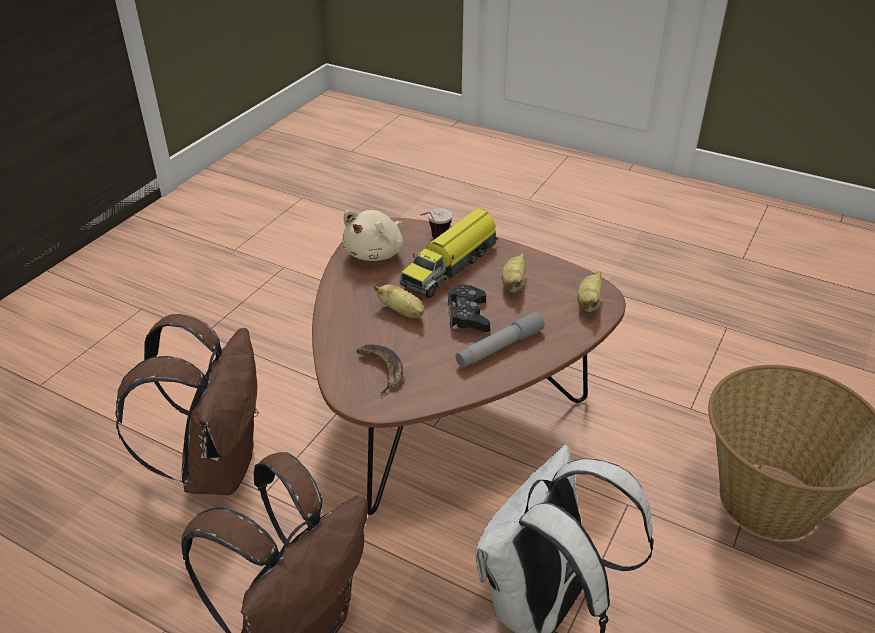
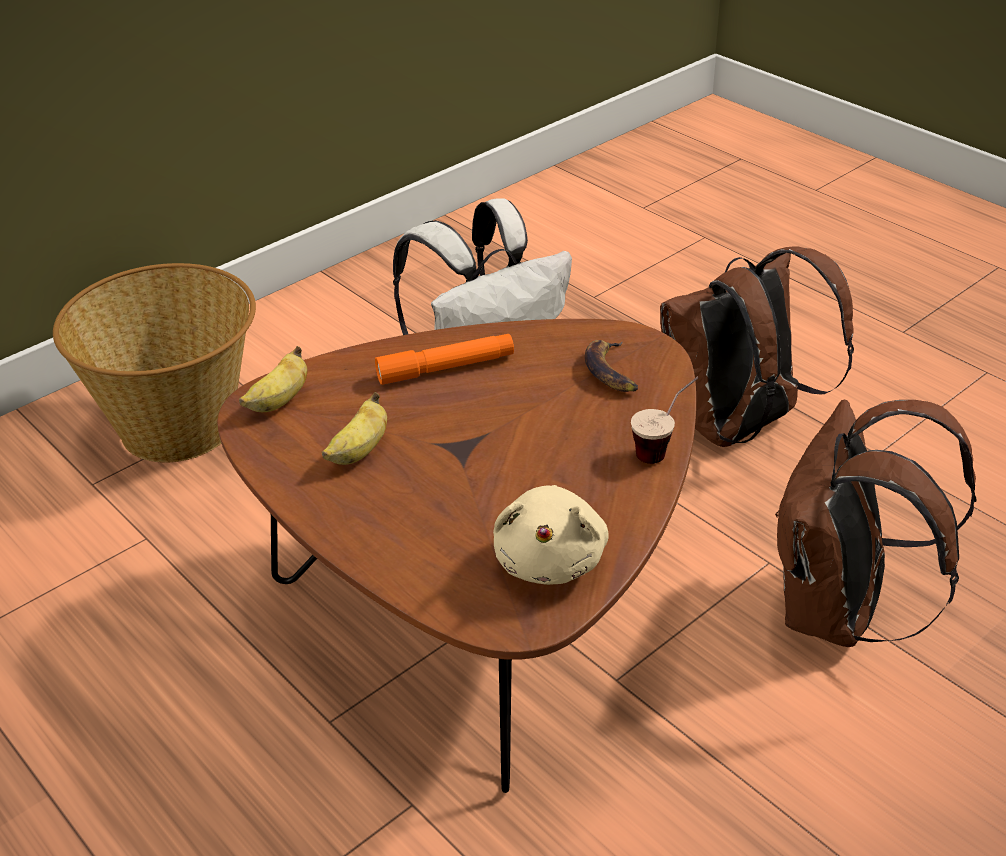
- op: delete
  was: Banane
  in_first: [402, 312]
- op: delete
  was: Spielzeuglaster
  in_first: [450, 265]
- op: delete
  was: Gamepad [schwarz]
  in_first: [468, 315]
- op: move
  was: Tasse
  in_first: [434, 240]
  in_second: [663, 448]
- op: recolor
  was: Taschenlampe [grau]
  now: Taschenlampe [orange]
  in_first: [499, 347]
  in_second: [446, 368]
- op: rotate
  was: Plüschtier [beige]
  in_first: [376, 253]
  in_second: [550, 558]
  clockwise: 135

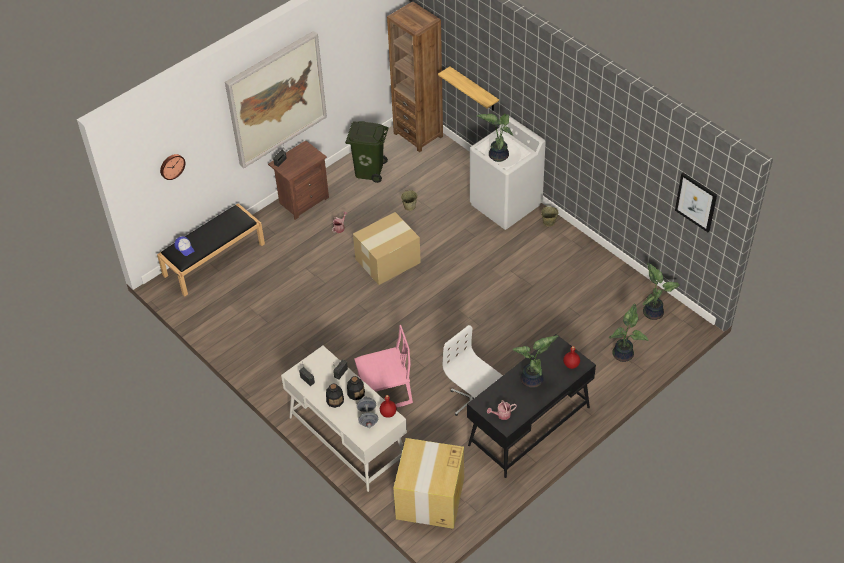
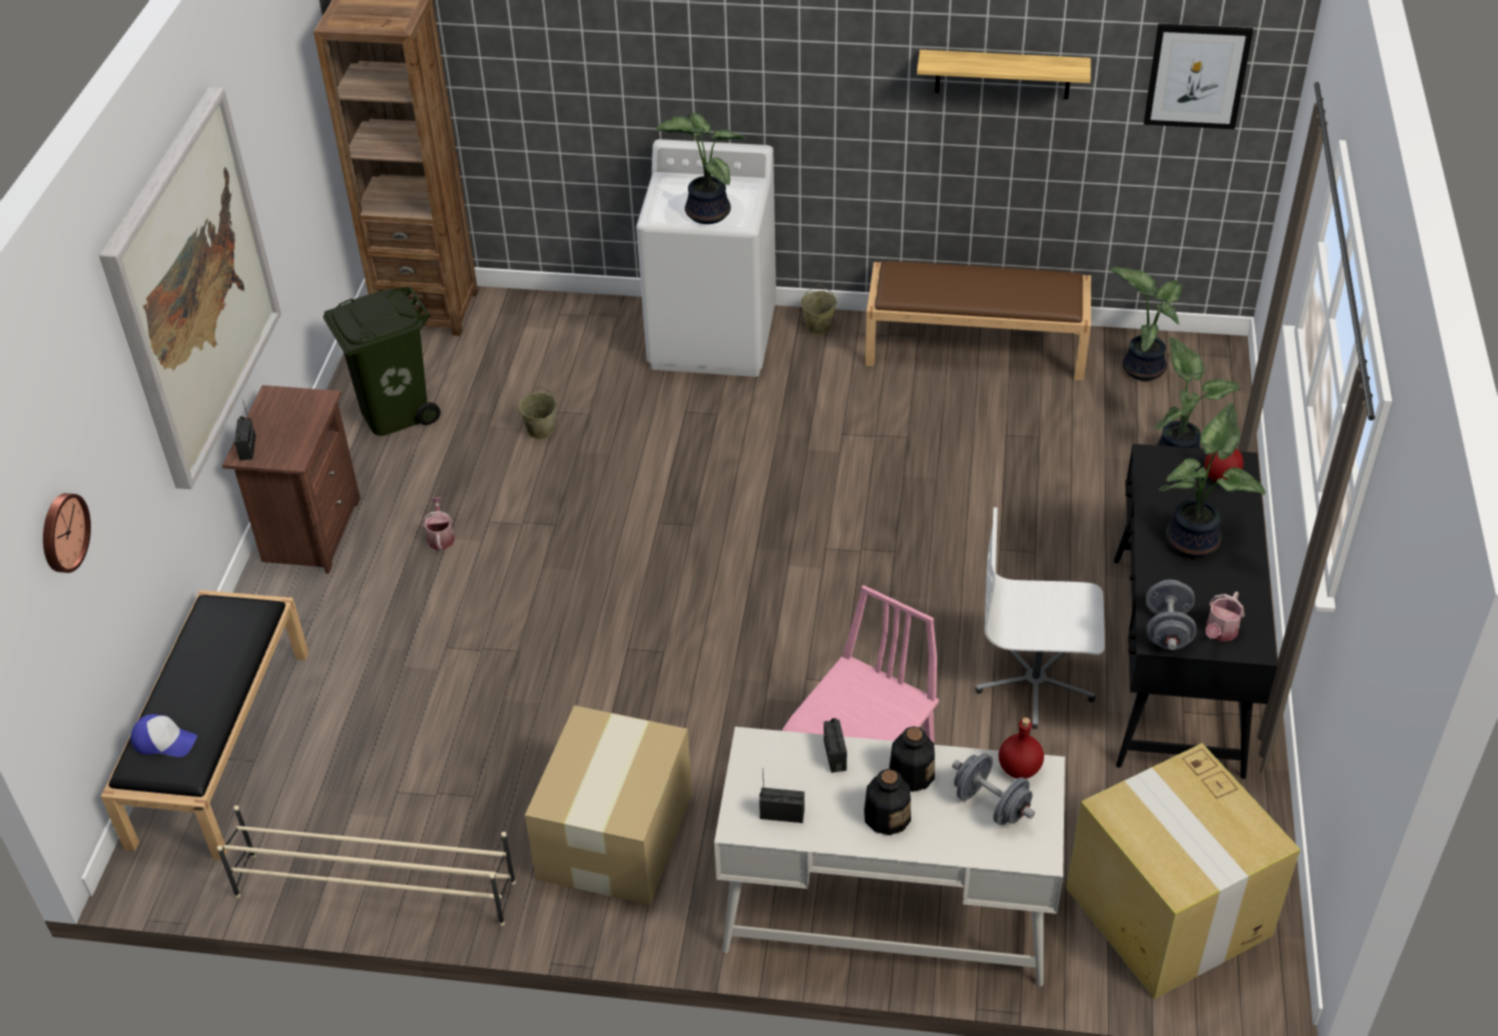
- op: insert
  now: Schuhregal [beige]
  in_second: [374, 888]
- op: insert
  now: Bank [braun]
  in_second: [976, 347]
- op: insert
  now: Hantel [grau]
  in_second: [1167, 630]
- op: move
  was: Karton
  in_first: [388, 260]
  in_second: [617, 834]
- op: move
  was: Wandregal
  in_first: [474, 90]
  in_second: [1003, 74]

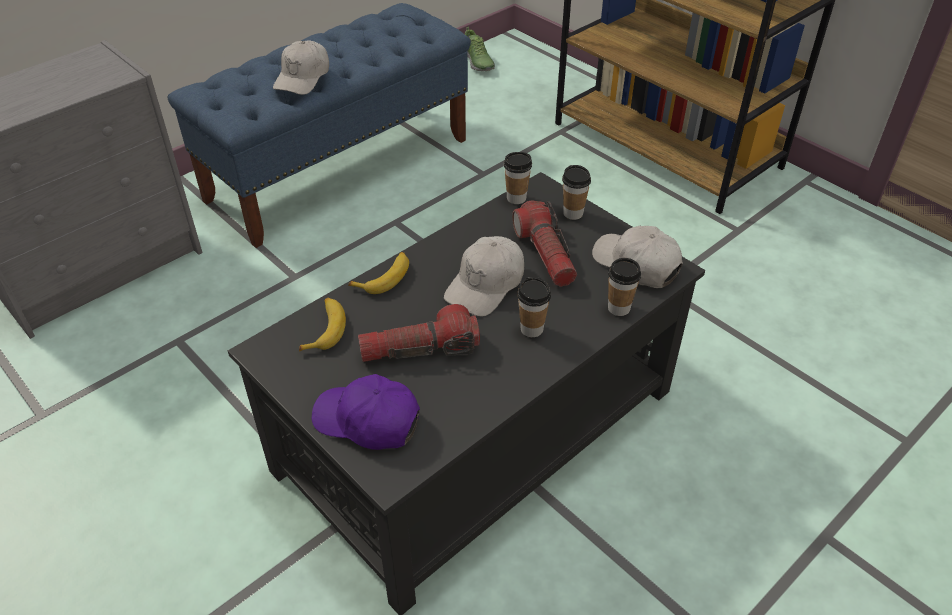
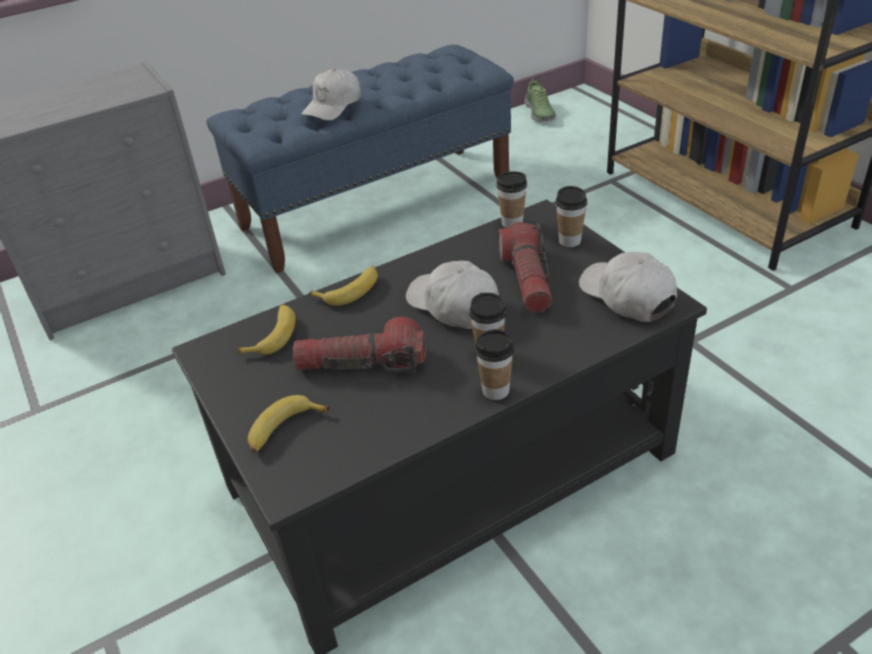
- op: move
  was: Tasse
  in_first: [619, 308]
  in_second: [495, 390]
- op: replace
  was: Kappe [lila]
  now: Banane
  in_first: [368, 421]
  in_second: [284, 430]
- op: rotate
  was: Kappe [weiß]
  in_first: [486, 285]
  in_second: [453, 305]
  clockwise: 90

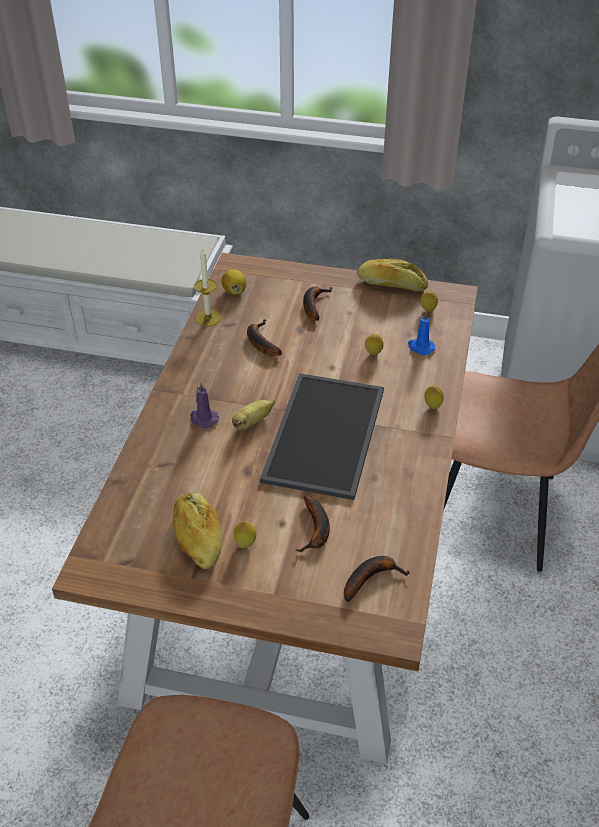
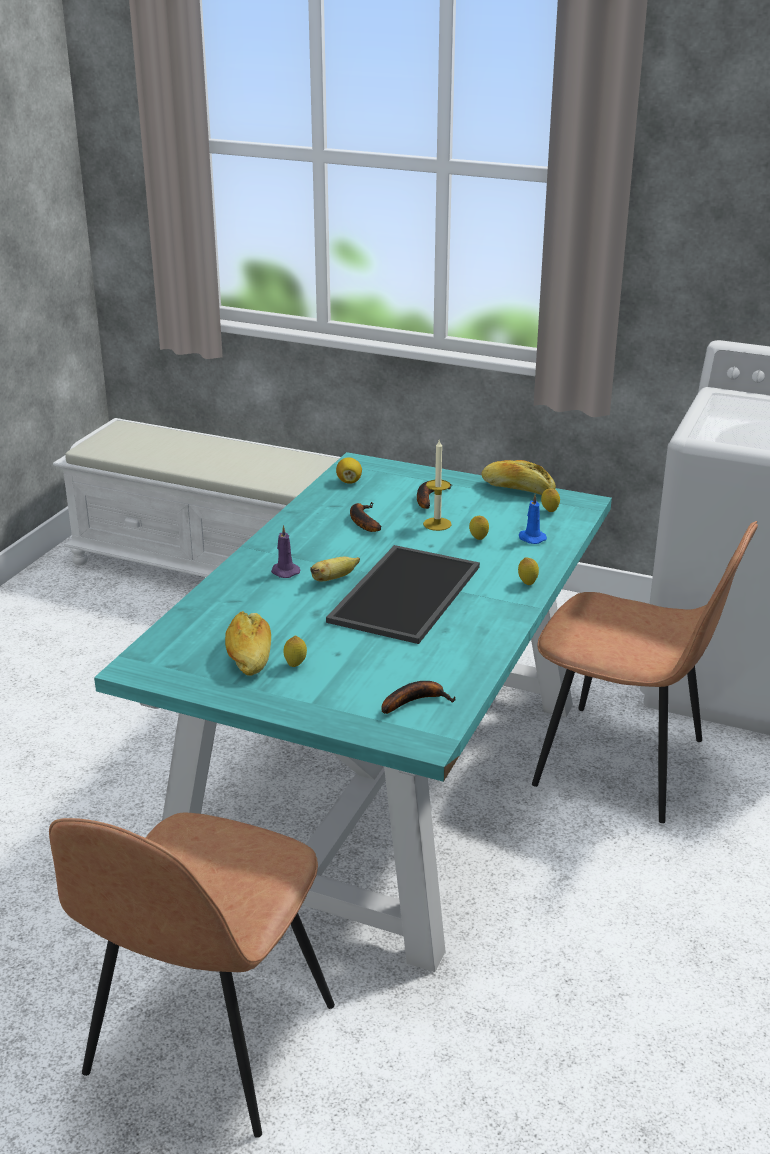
- op: delete
  was: Banane
  in_first: [316, 530]
- op: move
  was: Kerze
  in_first: [208, 318]
  in_second: [437, 524]
- op: recolor
  was: Esstisch [braun]
  now: Esstisch [türkis]
  in_first: [297, 562]
  in_second: [383, 784]

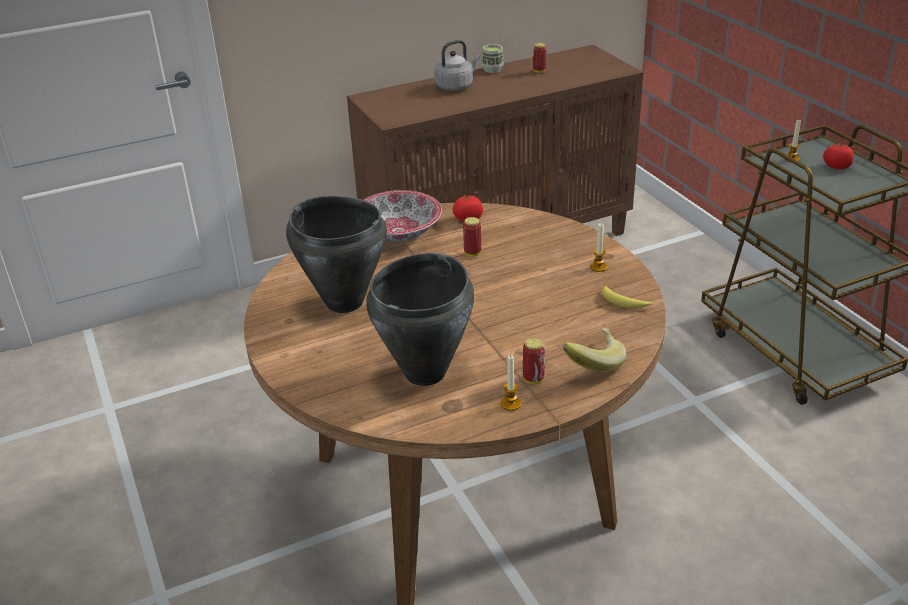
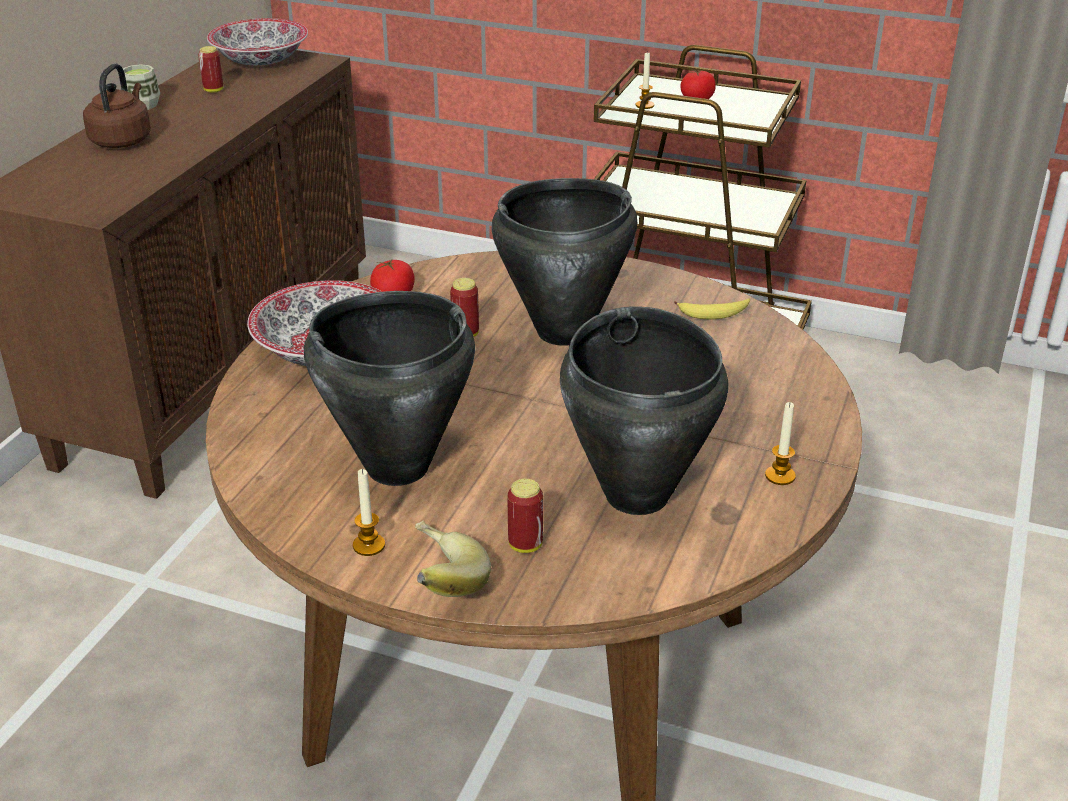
- op: insert
  now: Schüssel
  in_second: [260, 60]
- op: insert
  now: Kochtopf [schwarz]
  in_second: [564, 332]
- op: move
  was: Dose
  in_first: [533, 379]
  in_second: [525, 545]
- op: move
  was: Banane
  in_first: [592, 363]
  in_second: [438, 584]
- op: move
  was: Kerze
  in_first: [598, 267]
  in_second: [369, 545]
- op: recolor
  was: Wasserkessel [grau]
  now: Wasserkessel [braun]
  in_first: [456, 86]
  in_second: [122, 140]

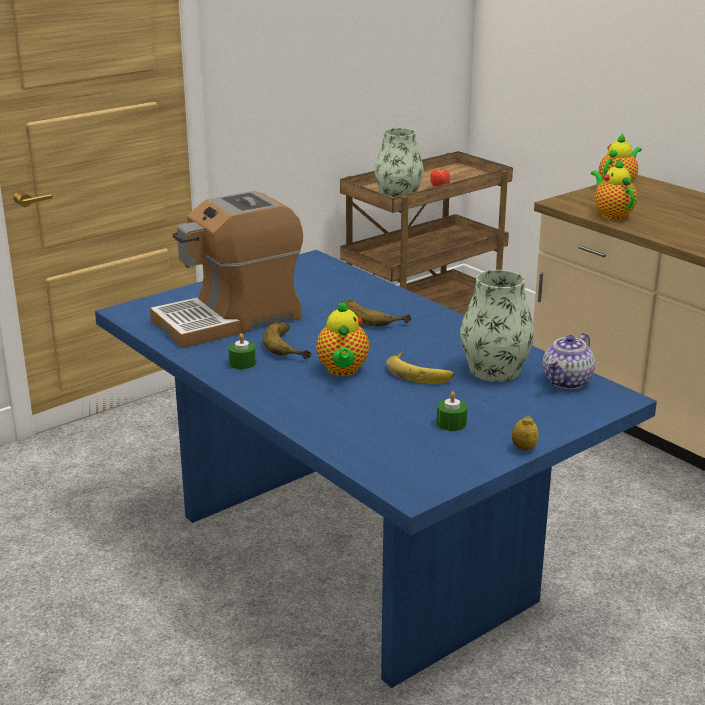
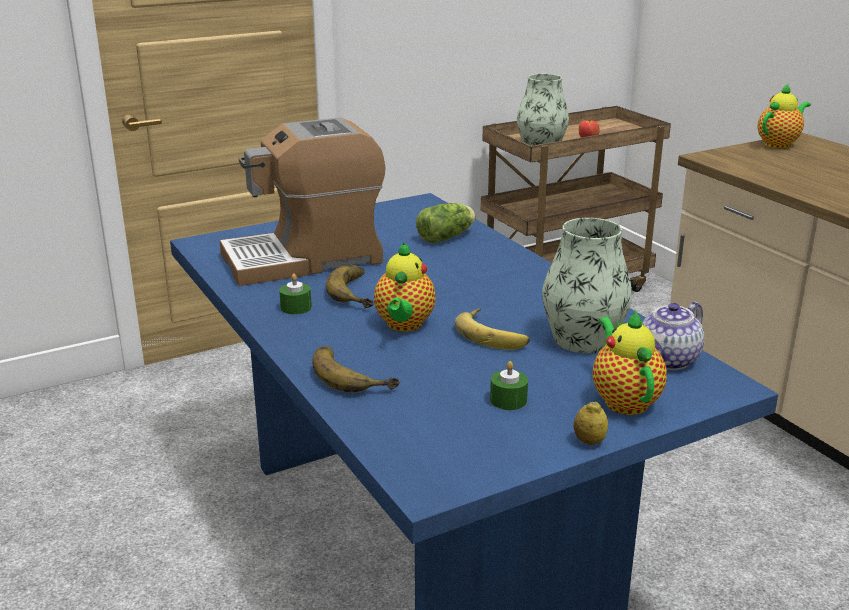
- op: insert
  now: Salatkopf
  in_second: [448, 237]
- op: move
  was: Banane
  in_first: [374, 316]
  in_second: [354, 374]
- op: move
  was: Teekanne
  in_first: [611, 215]
  in_second: [624, 400]

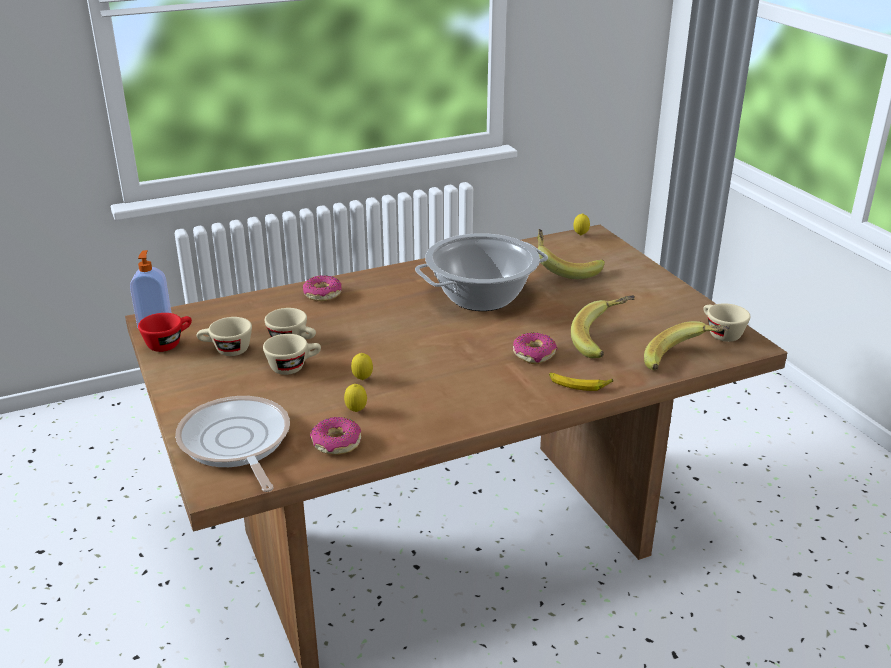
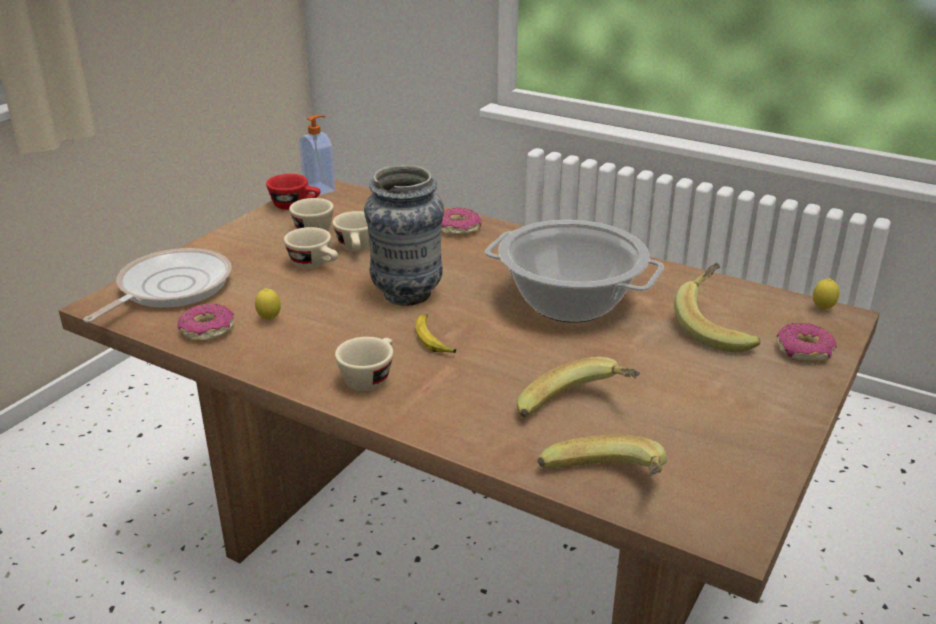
- op: delete
  was: Zitrone
  in_first: [362, 379]
- op: insert
  now: Vase
  in_second: [407, 295]
- op: move
  was: Donut
  in_first: [534, 354]
  in_second: [804, 351]
- op: move
  was: Banane
  in_first: [579, 384]
  in_second: [433, 339]
- op: move
  was: Tasse [beige]
  in_first: [720, 333]
  in_second: [370, 377]

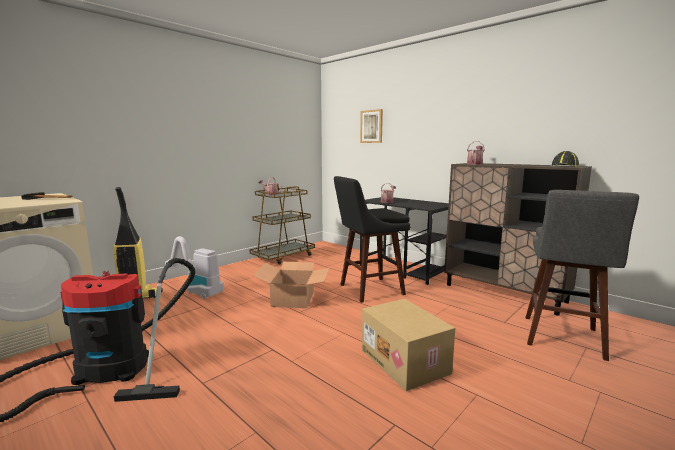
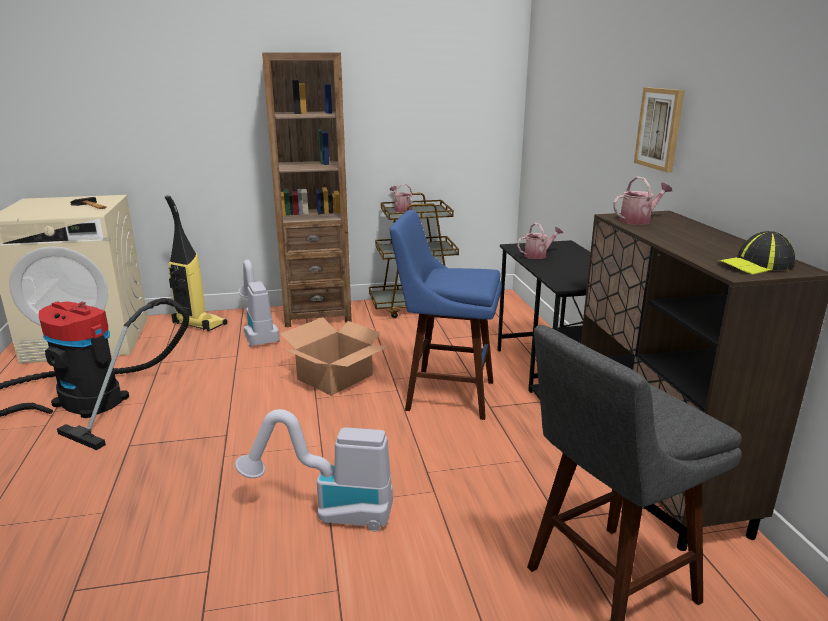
- op: insert
  now: Bücherregal [braun]
  in_second: [317, 314]
- op: move
  was: Bild
  in_first: [371, 126]
  in_second: [660, 128]
- op: replace
  was: Karton
  now: Staubsauger
  in_first: [405, 361]
  in_second: [329, 511]
- op: recolor
  was: Hocker [schwarz]
  now: Hocker [blau]
  in_first: [368, 290]
  in_second: [445, 395]

